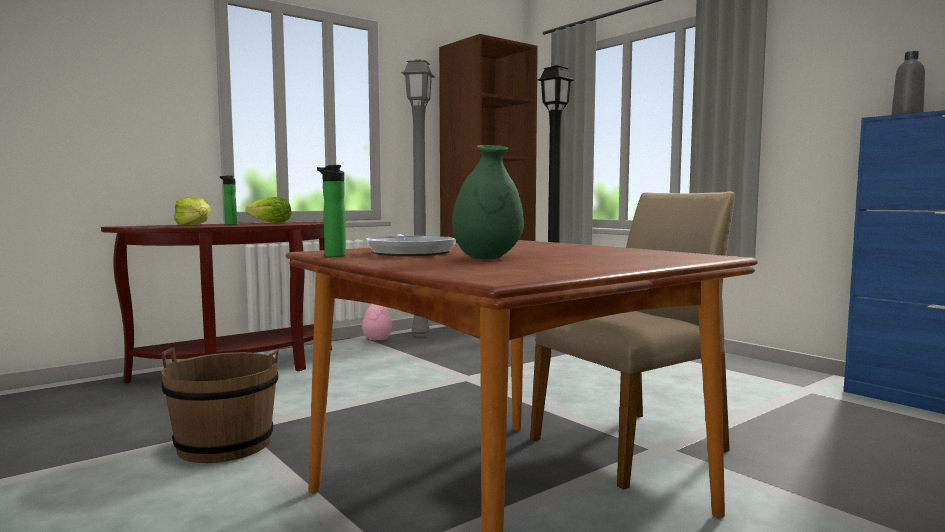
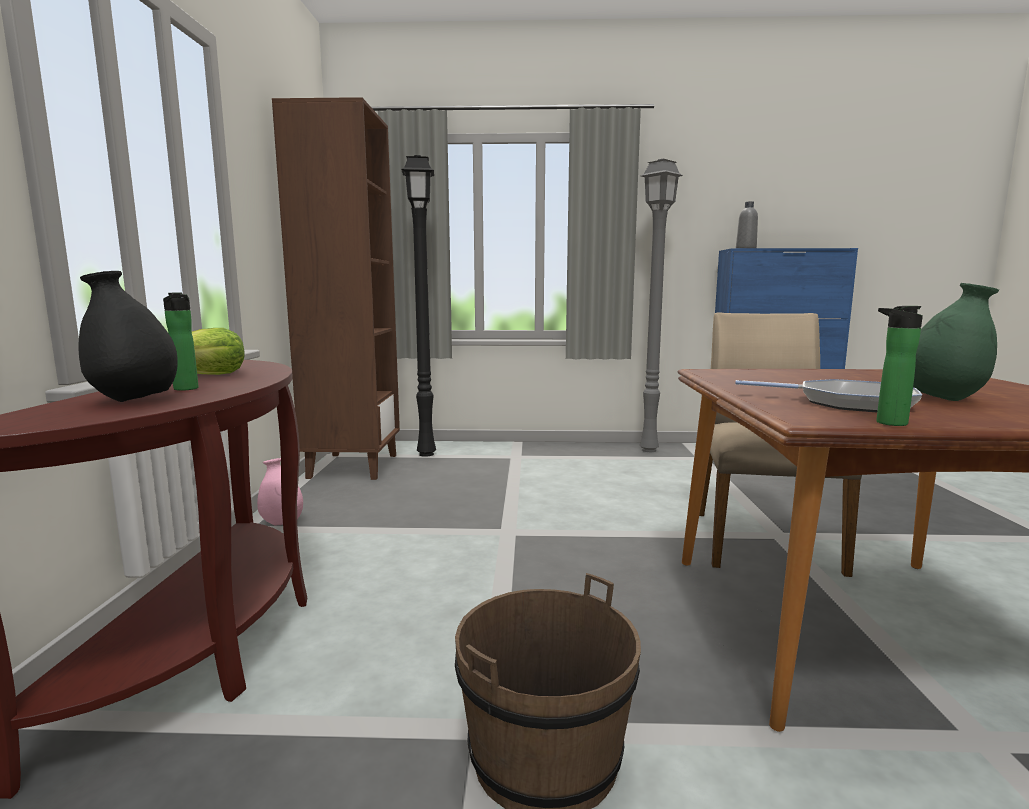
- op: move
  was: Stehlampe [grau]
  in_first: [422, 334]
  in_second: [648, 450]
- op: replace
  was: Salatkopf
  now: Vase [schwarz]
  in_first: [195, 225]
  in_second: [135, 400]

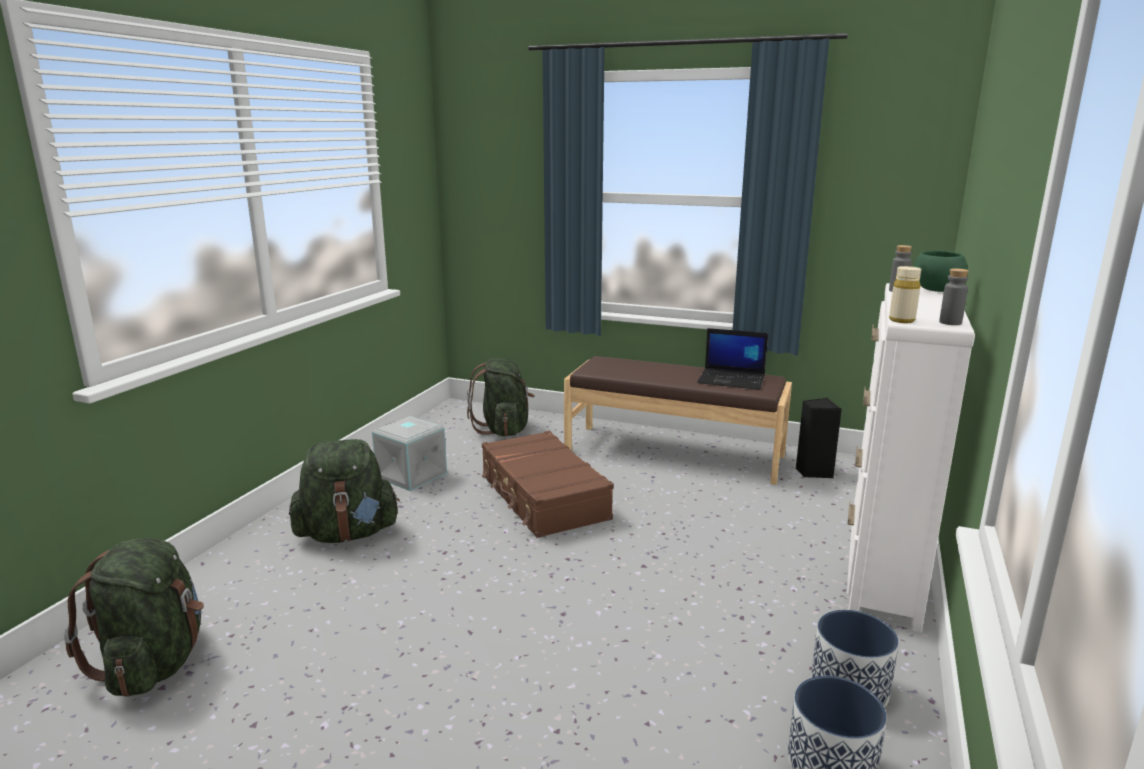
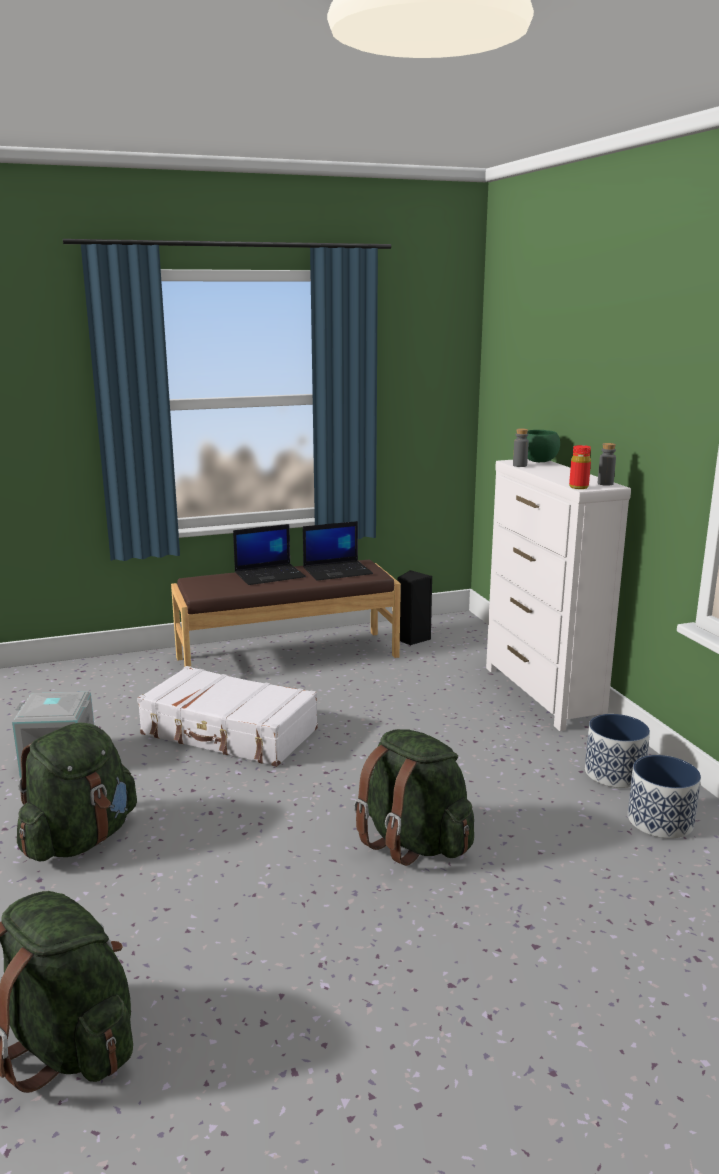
- op: insert
  now: Laptop
  in_second: [270, 575]
- op: move
  was: Rucksack [grün]
  in_first: [503, 430]
  in_second: [413, 842]
- op: recolor
  was: Koffer [braun]
  now: Koffer [weiß]
  in_first: [543, 497]
  in_second: [229, 733]
- op: recolor
  was: Flasche [beige]
  now: Flasche [rot]
  in_first: [901, 320]
  in_second: [578, 487]

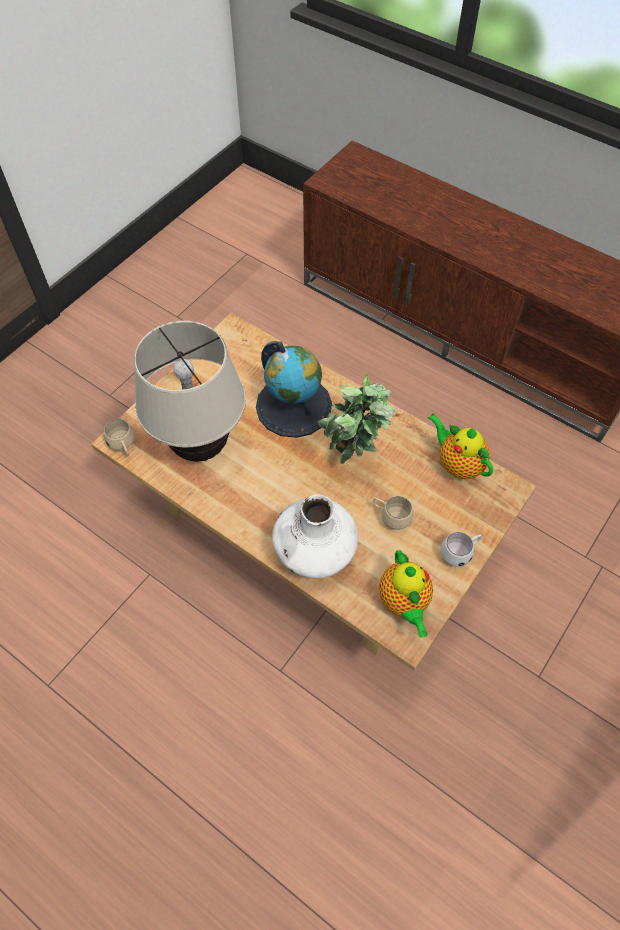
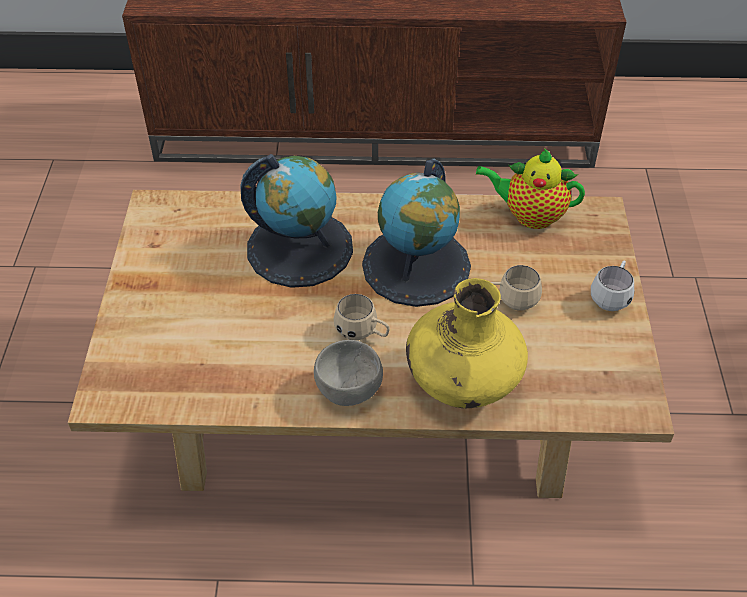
- op: delete
  was: Tischlampe [beige]
  in_first: [200, 447]
- op: delete
  was: Teekanne
  in_first: [404, 602]
- op: insert
  now: Schüssel [grau]
  in_second: [350, 392]
- op: move
  was: Henkelbecher [beige]
  in_first: [124, 446]
  in_second: [362, 333]
- op: replace
  was: Topfpflanze
  now: Globus
  in_first: [353, 458]
  in_second: [416, 266]
- op: recolor
  was: Vase [weiß]
  now: Vase [gelb]
  in_first: [314, 552]
  in_second: [462, 383]

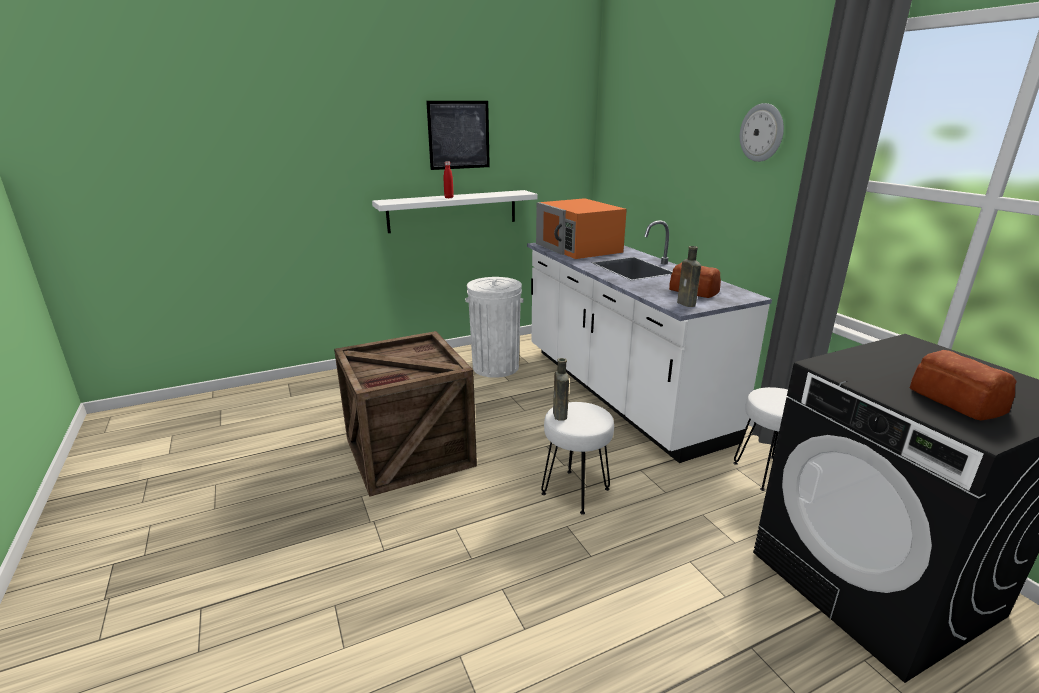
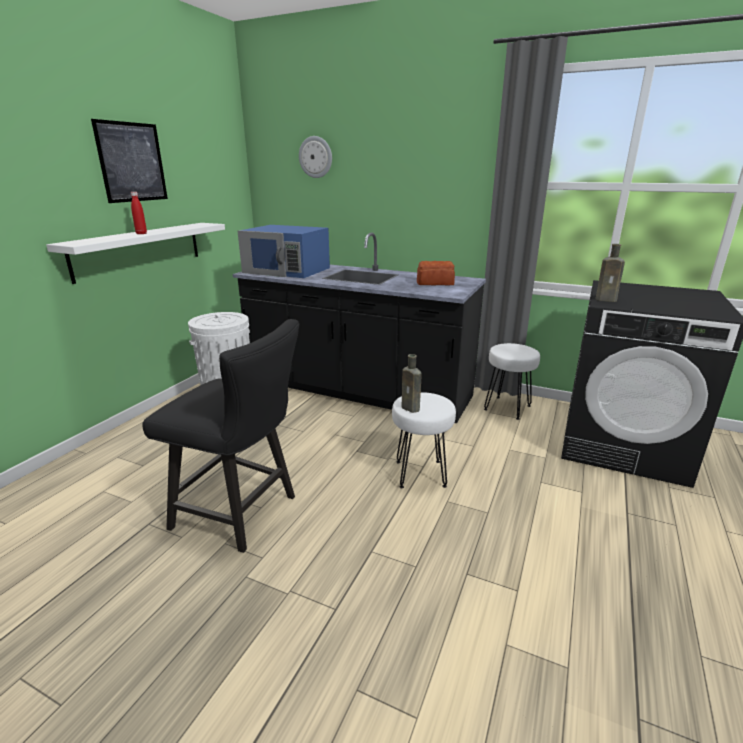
- op: delete
  was: Brot
  in_first: [957, 402]
- op: move
  was: Flasche [braun]
  in_first: [687, 304]
  in_second: [607, 300]
- op: move
  was: Wanduhr
  in_first: [762, 132]
  in_second: [316, 157]
- op: replace
  was: Kiste
  now: Stuhl [schwarz]
  in_first: [408, 453]
  in_second: [242, 513]
- op: recolor
  was: Küchenzeile [weiß]
  now: Küchenzeile [schwarz]
  in_first: [619, 392]
  in_second: [358, 390]
- op: recolor
  was: Mikrowelle [orange]
  now: Mikrowelle [blau]
  in_first: [579, 248]
  in_second: [287, 270]

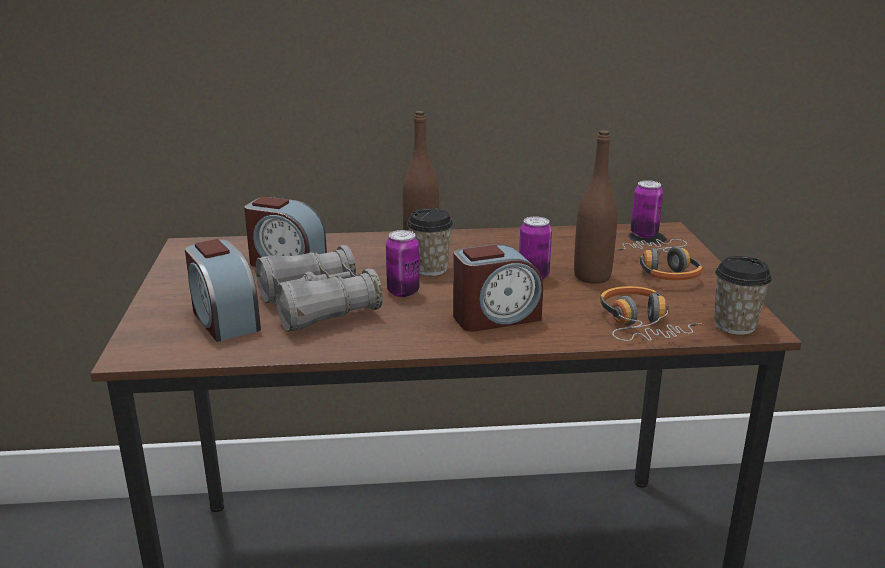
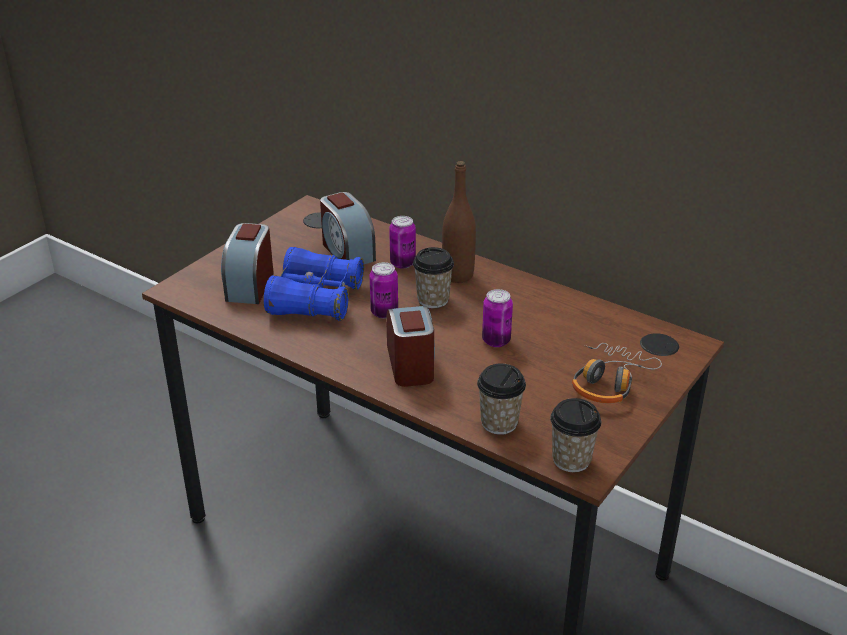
- op: delete
  was: Flasche [braun]
  in_first: [592, 277]
- op: move
  was: Dose
  in_first: [644, 234]
  in_second: [402, 263]
- op: replace
  was: Kopfhörer
  now: Tasse
  in_first: [641, 326]
  in_second: [499, 423]
- op: recolor
  was: Fernglas [grau]
  now: Fernglas [blau]
  in_first: [318, 306]
  in_second: [315, 300]
- op: rotate
  was: Wecker
  in_first: [495, 317]
  in_second: [411, 364]
  clockwise: -120

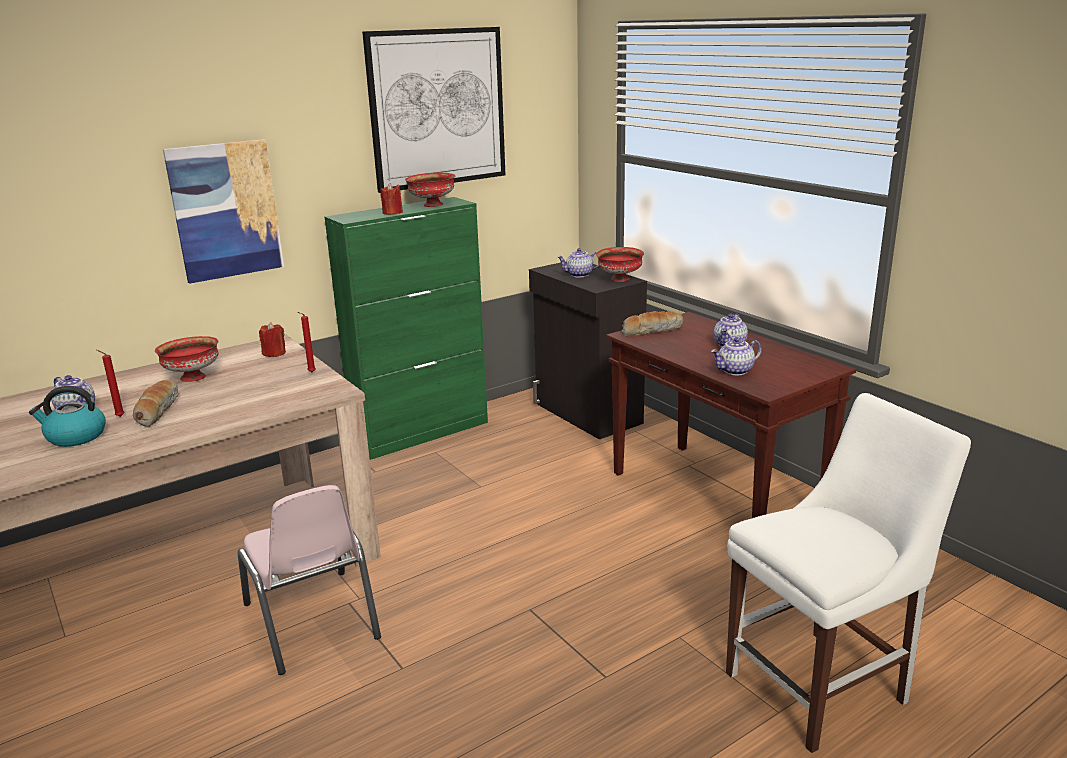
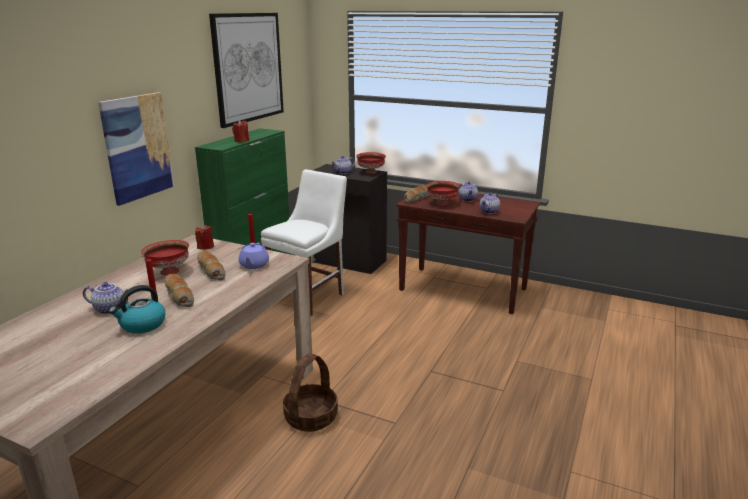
- op: insert
  now: Brot
  in_second: [210, 271]
- op: insert
  now: Teekanne [lila]
  in_second: [254, 265]
- op: move
  was: Schüssel [rot]
  in_first: [432, 205]
  in_second: [442, 203]
- op: move
  was: Stuhl [weiß]
  in_first: [822, 685]
  in_second: [310, 297]
- op: replace
  was: Stuhl [rosa]
  now: Korb
  in_first: [312, 621]
  in_second: [311, 417]

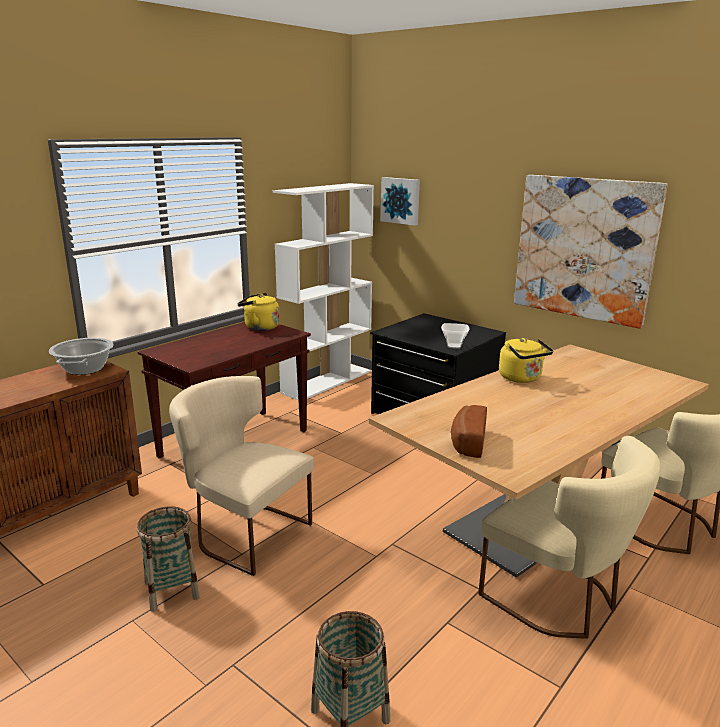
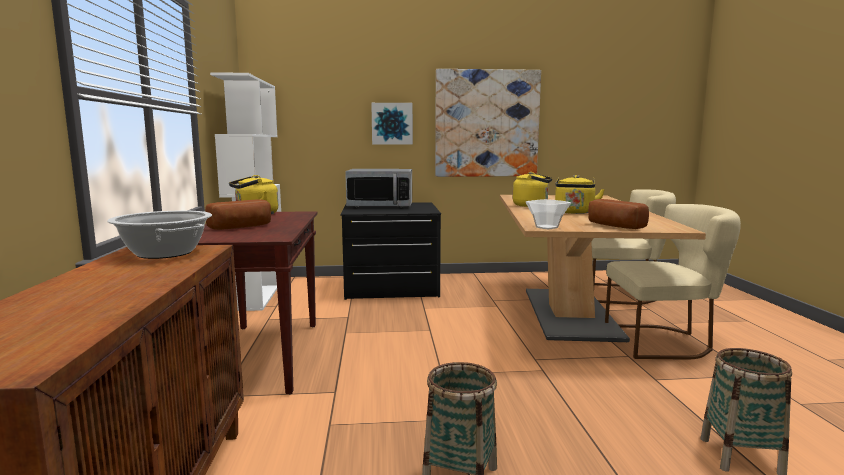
- op: delete
  was: Stuhl [beige]
  in_first: [244, 532]
- op: insert
  now: Brot
  in_second: [242, 227]
- op: insert
  now: Mikrowelle
  in_second: [380, 206]
- op: insert
  now: Wasserkessel [gelb]
  in_second: [574, 212]
- op: move
  was: Bild
  in_first: [401, 200]
  in_second: [392, 123]
- op: move
  was: Schüssel
  in_first: [454, 346]
  in_second: [548, 227]

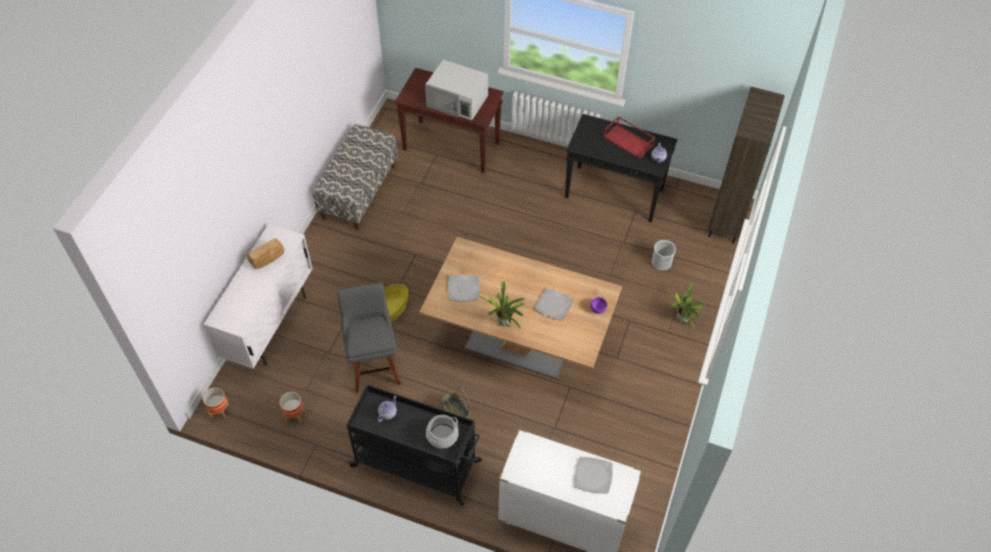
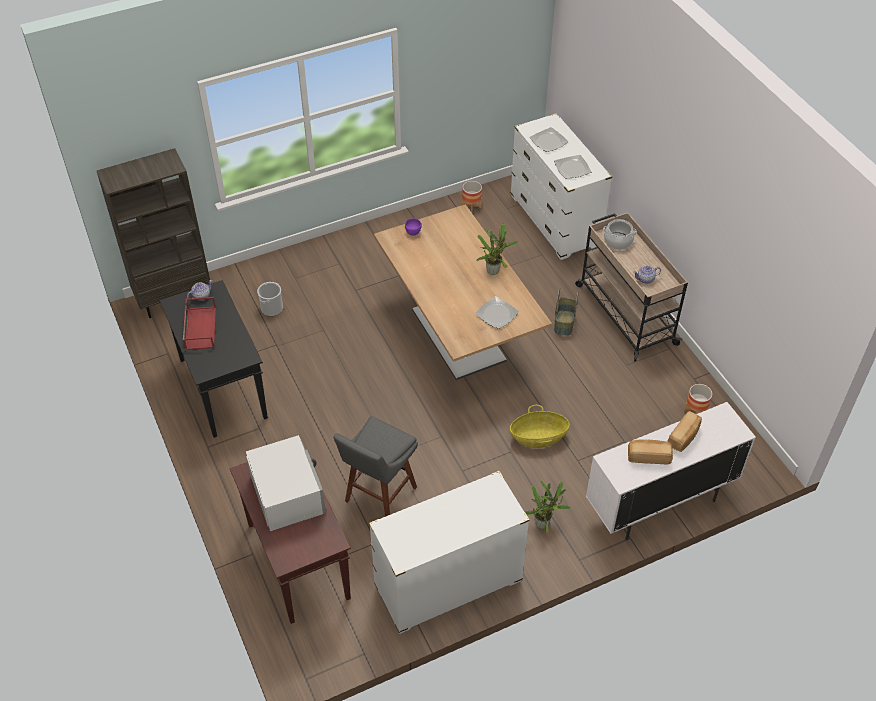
- op: insert
  now: Brot
  in_second: [684, 437]
- op: move
  was: Pflanzkübel
  in_first: [219, 411]
  in_second: [471, 207]
- op: move
  was: Hocker [grau]
  in_first: [374, 366]
  in_second: [378, 497]
- op: move
  was: Teller
  in_first: [554, 305]
  in_second: [572, 168]
- op: move
  was: Topfpflanze
  in_first: [682, 320]
  in_second: [543, 523]
- op: replace
  was: Bank
  now: Kommode [weiß]
  in_first: [359, 191]
  in_second: [448, 584]
- op: recolor
  was: Rollwagen [schwarz]
  now: Rollwagen [beige]
  in_first: [417, 464]
  in_second: [625, 313]

